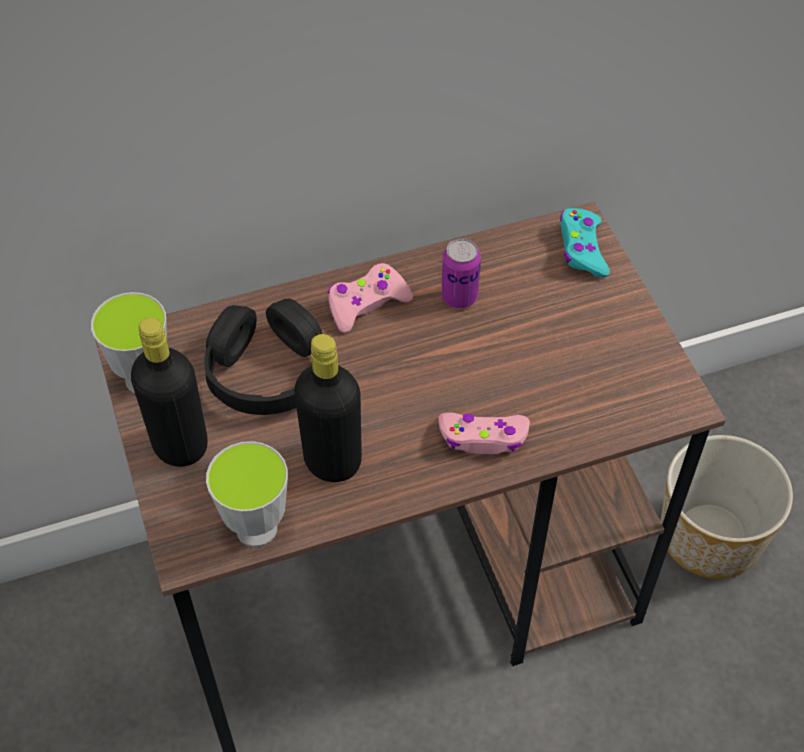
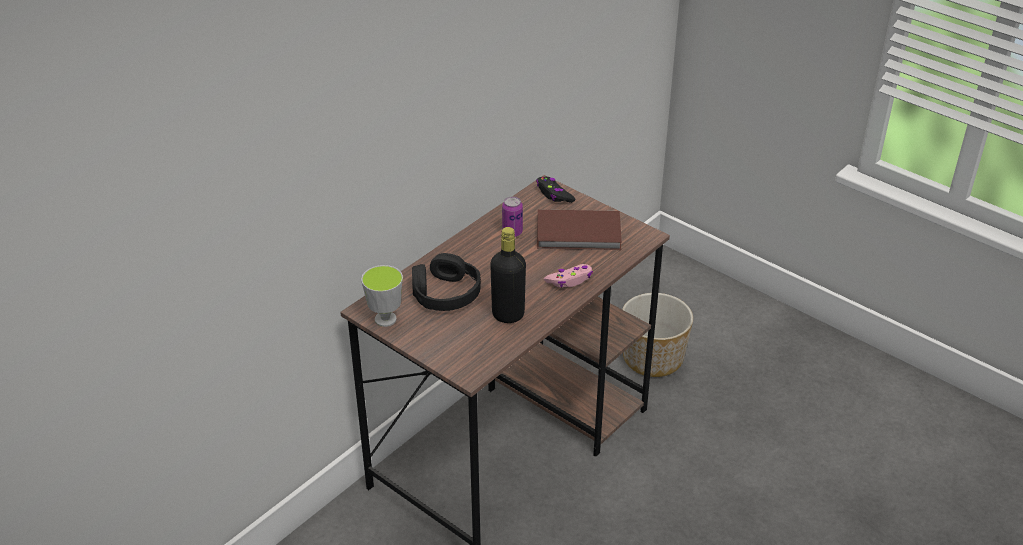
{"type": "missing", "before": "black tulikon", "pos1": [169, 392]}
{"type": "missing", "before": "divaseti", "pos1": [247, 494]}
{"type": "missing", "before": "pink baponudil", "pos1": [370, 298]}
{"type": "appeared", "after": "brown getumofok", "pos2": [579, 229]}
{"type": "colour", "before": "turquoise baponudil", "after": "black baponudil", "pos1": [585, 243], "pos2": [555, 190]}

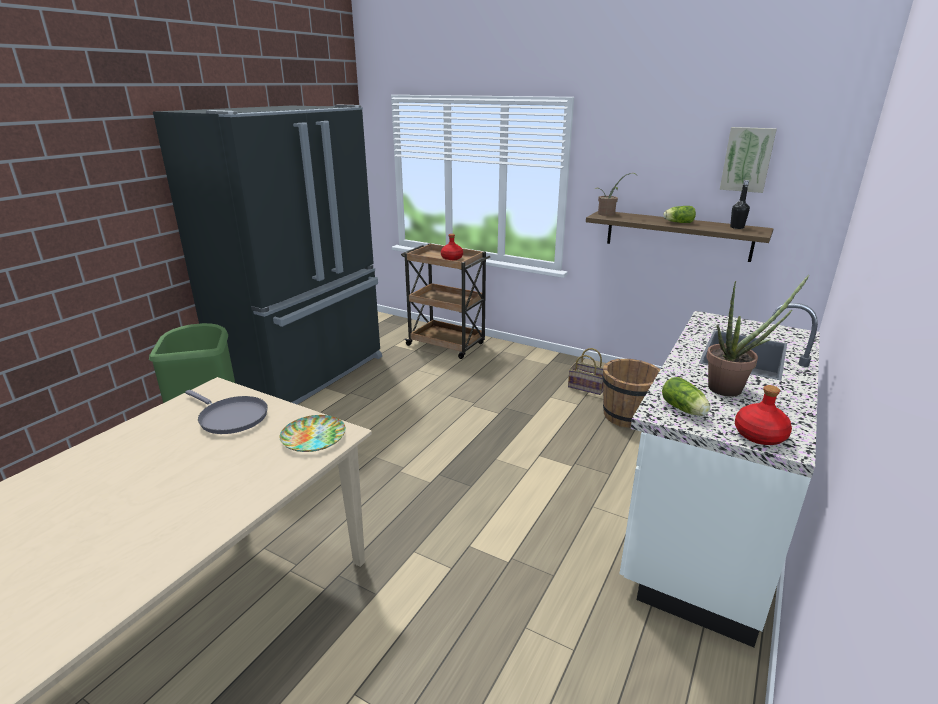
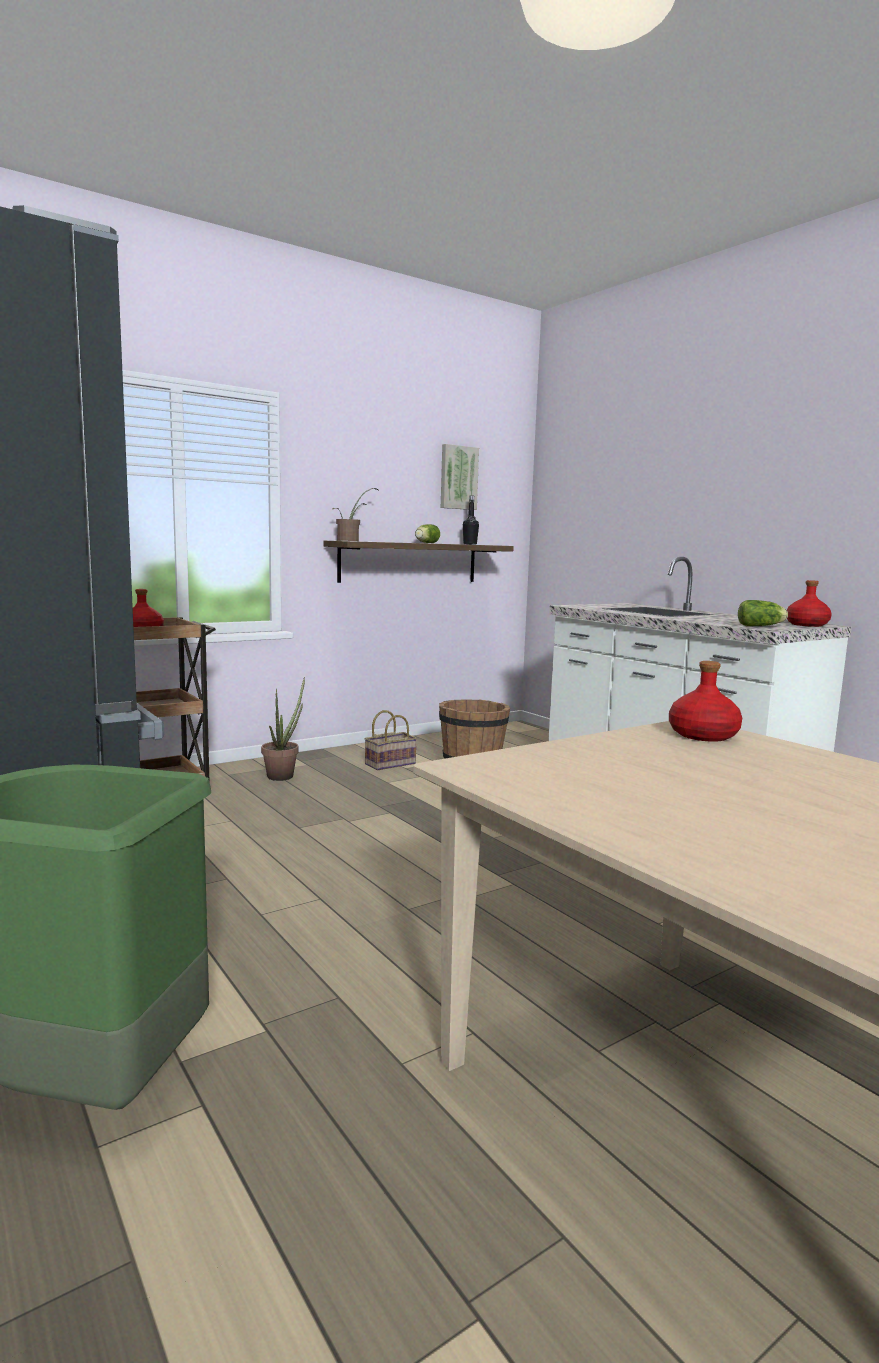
{"type": "missing", "before": "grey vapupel", "pos1": [226, 412]}
{"type": "relocated", "before": "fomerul", "pos1": [757, 336], "pos2": [283, 729]}
{"type": "exchanged", "before": "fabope", "after": "red tulikon", "pos1": [313, 433], "pos2": [705, 701]}

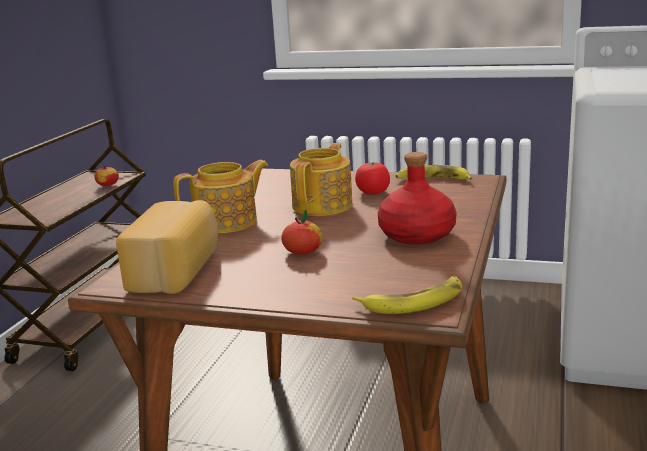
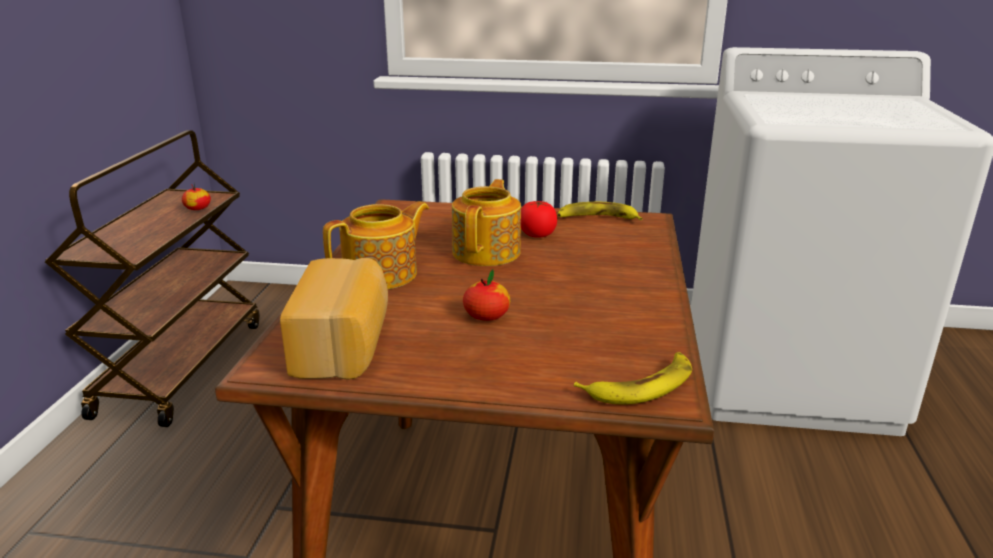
{"type": "missing", "before": "red tulikon", "pos1": [417, 198]}

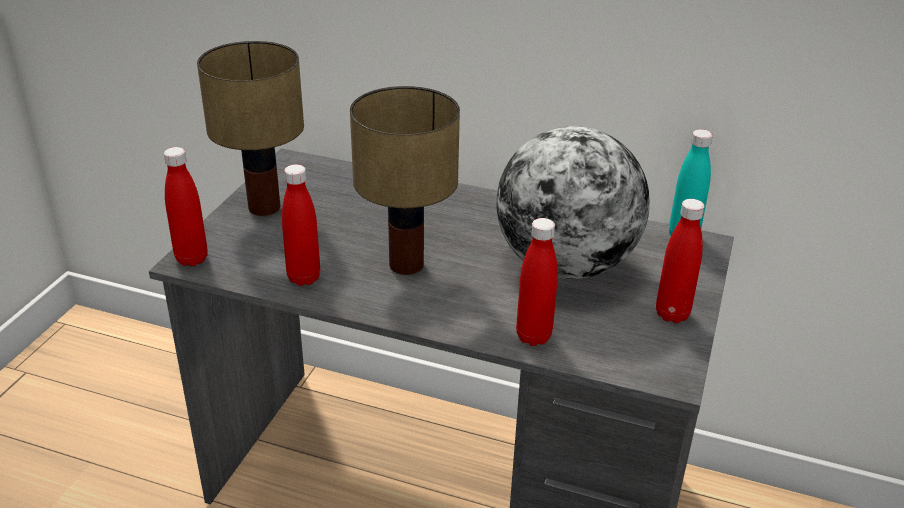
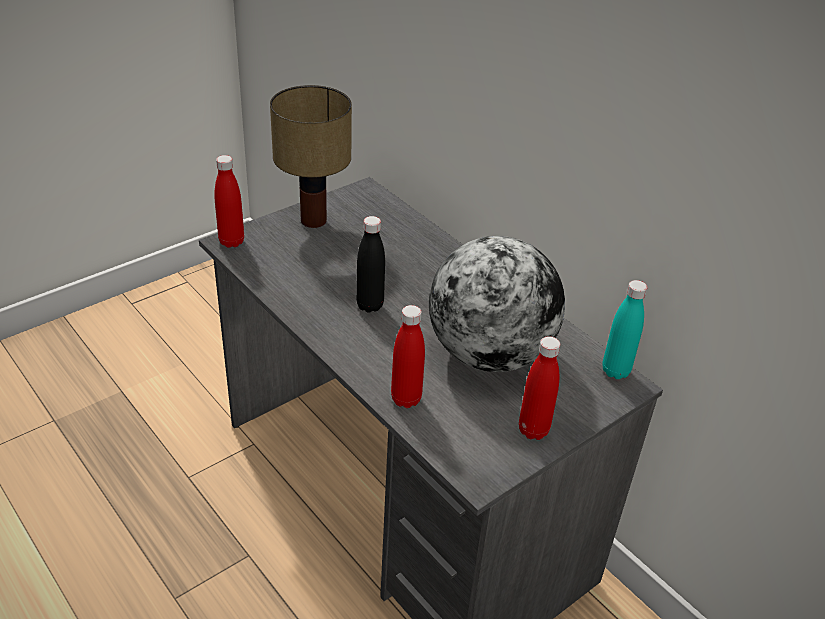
{"type": "missing", "before": "red tulikon", "pos1": [301, 225]}
{"type": "exchanged", "before": "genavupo", "after": "black tulikon", "pos1": [405, 180], "pos2": [370, 264]}

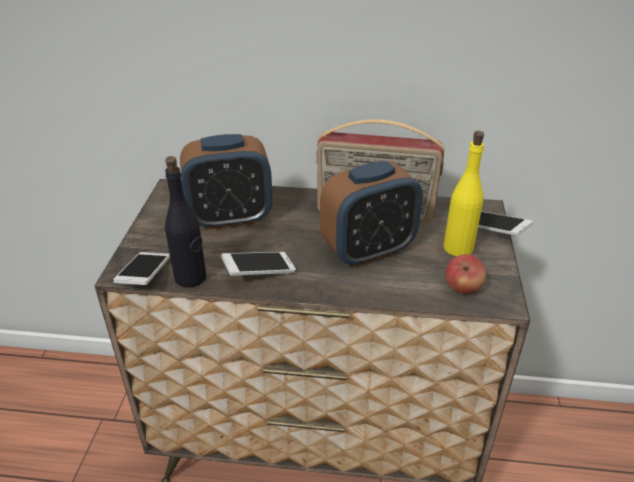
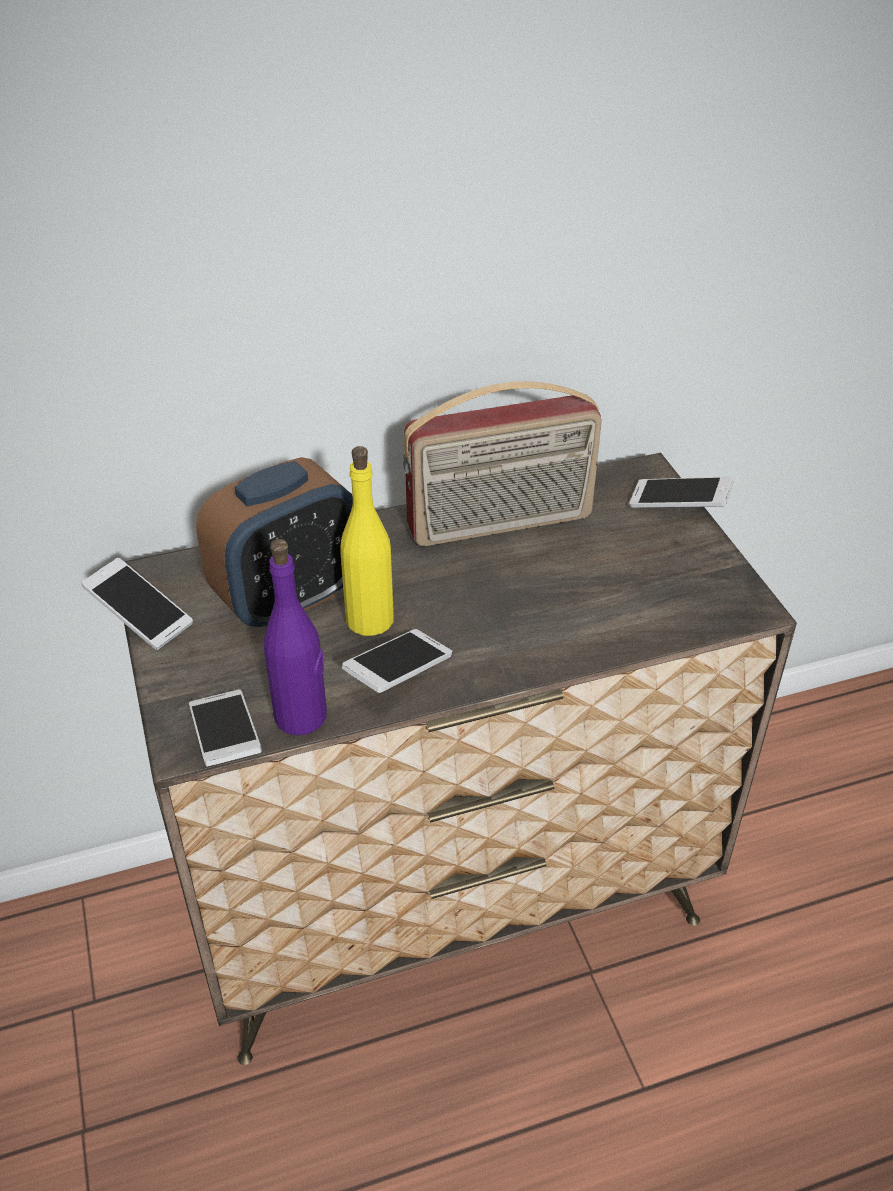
{"type": "missing", "before": "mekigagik", "pos1": [371, 214]}
{"type": "missing", "before": "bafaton", "pos1": [465, 274]}
{"type": "appeared", "after": "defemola", "pos2": [137, 604]}
{"type": "relocated", "before": "yellow tulikon", "pos1": [464, 193], "pos2": [367, 541]}
{"type": "colour", "before": "black tulikon", "after": "purple tulikon", "pos1": [185, 222], "pos2": [295, 637]}

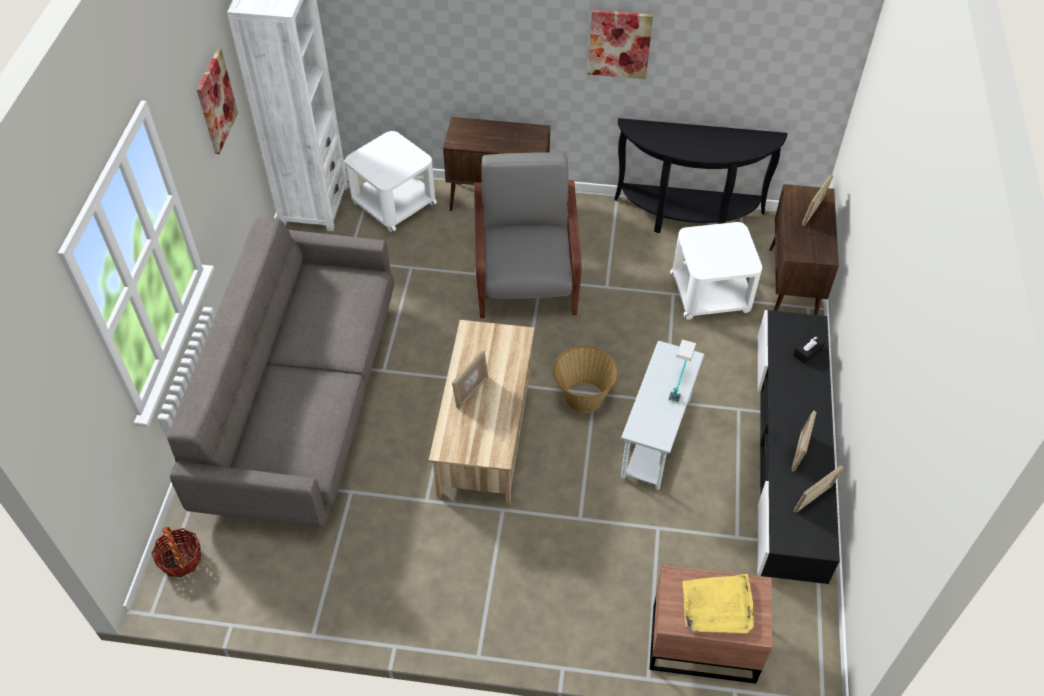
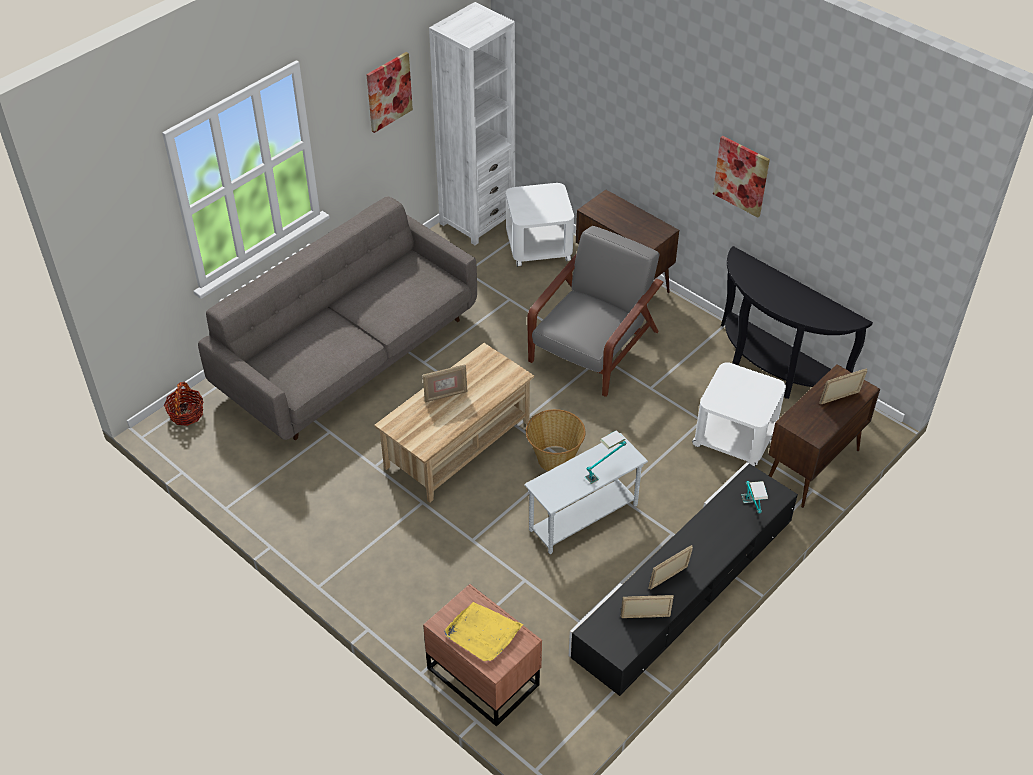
{"type": "exchanged", "before": "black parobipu", "after": "genavupo", "pos1": [809, 349], "pos2": [754, 497]}

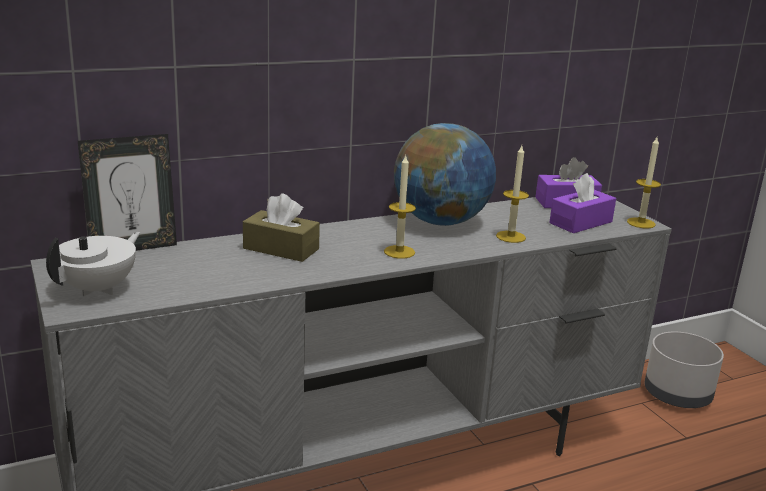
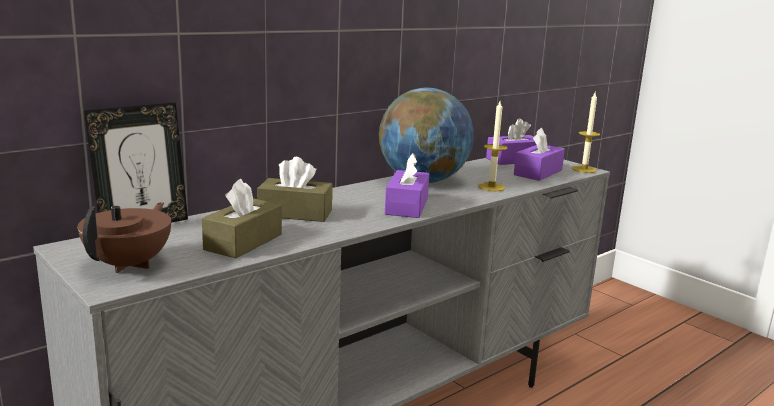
{"type": "missing", "before": "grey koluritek", "pos1": [684, 370]}
{"type": "appeared", "after": "brown parobipu", "pos2": [242, 218]}
{"type": "exchanged", "before": "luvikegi", "after": "purple parobipu", "pos1": [400, 207], "pos2": [407, 185]}
{"type": "colour", "before": "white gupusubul", "after": "brown gupusubul", "pos1": [93, 264], "pos2": [124, 237]}

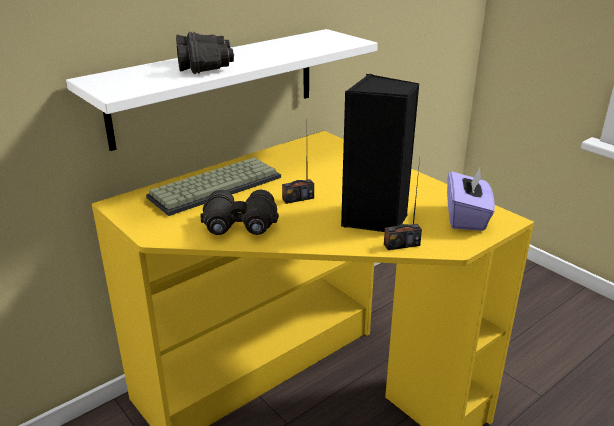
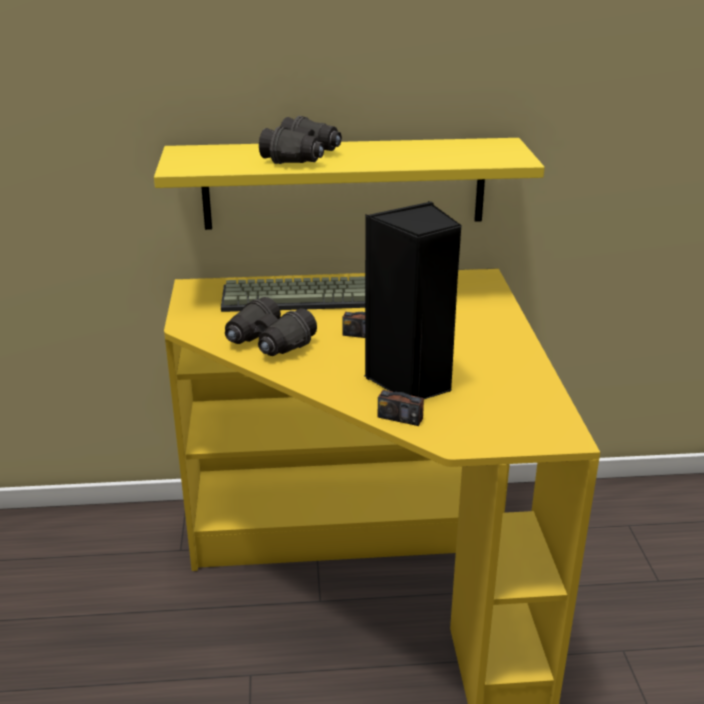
{"type": "missing", "before": "purple parobipu", "pos1": [471, 198]}
{"type": "colour", "before": "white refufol", "after": "yellow refufol", "pos1": [222, 90], "pos2": [349, 184]}

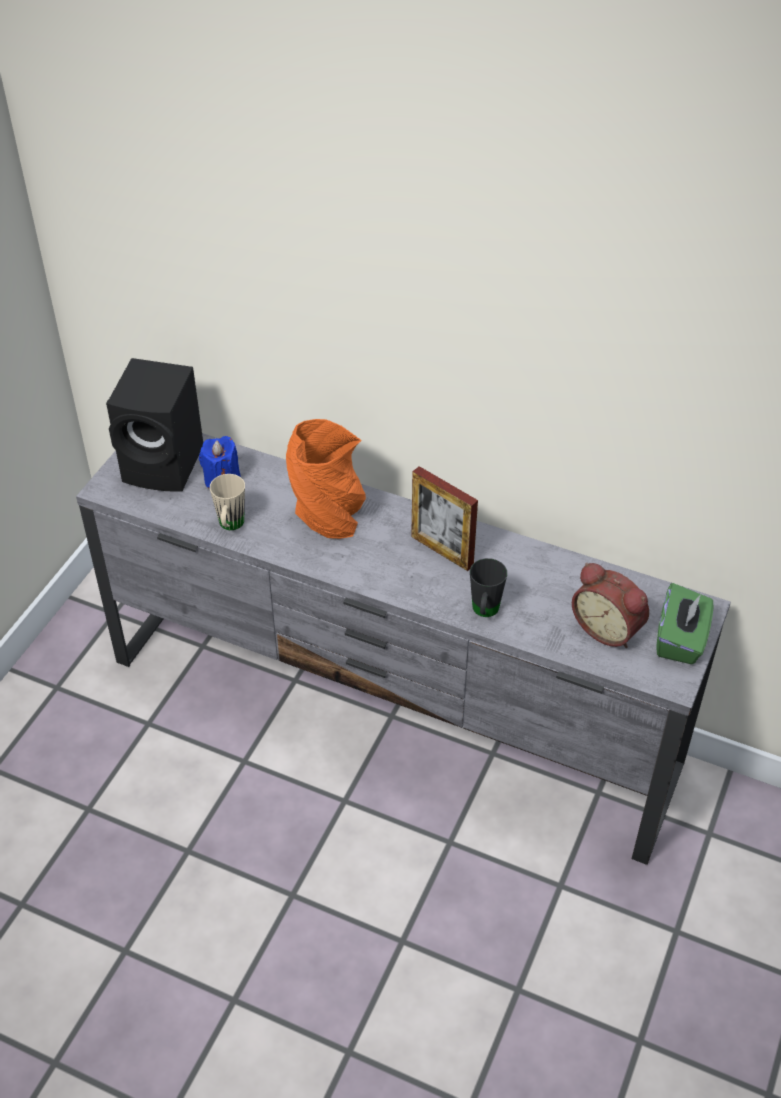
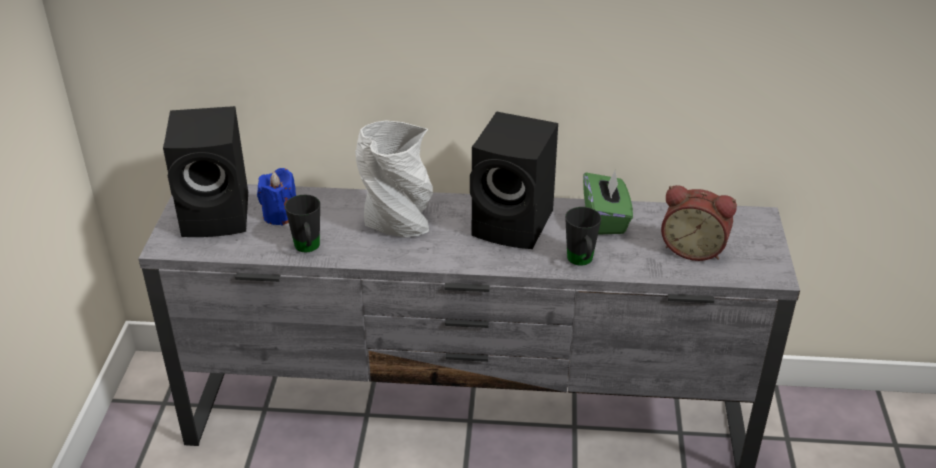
{"type": "relocated", "before": "green parobipu", "pos1": [684, 623], "pos2": [608, 201]}
{"type": "exchanged", "before": "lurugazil", "after": "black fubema", "pos1": [444, 518], "pos2": [514, 180]}
{"type": "colour", "before": "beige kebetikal", "after": "black kebetikal", "pos1": [227, 502], "pos2": [302, 223]}
{"type": "colour", "before": "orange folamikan", "after": "grey folamikan", "pos1": [326, 479], "pos2": [394, 179]}

